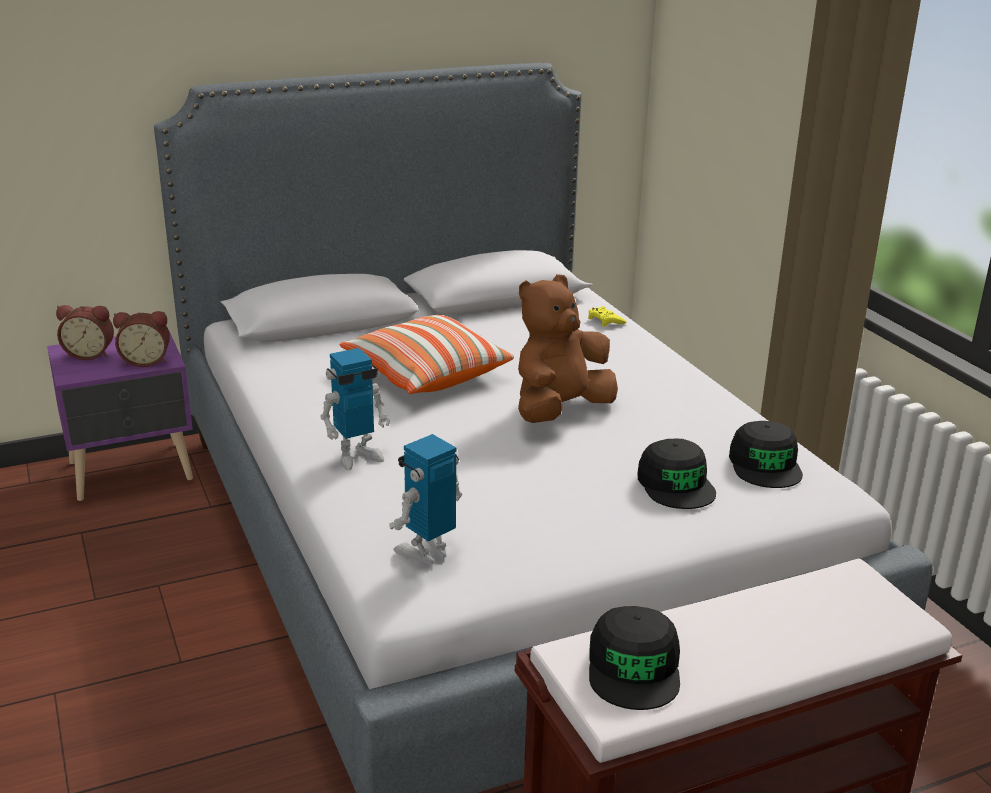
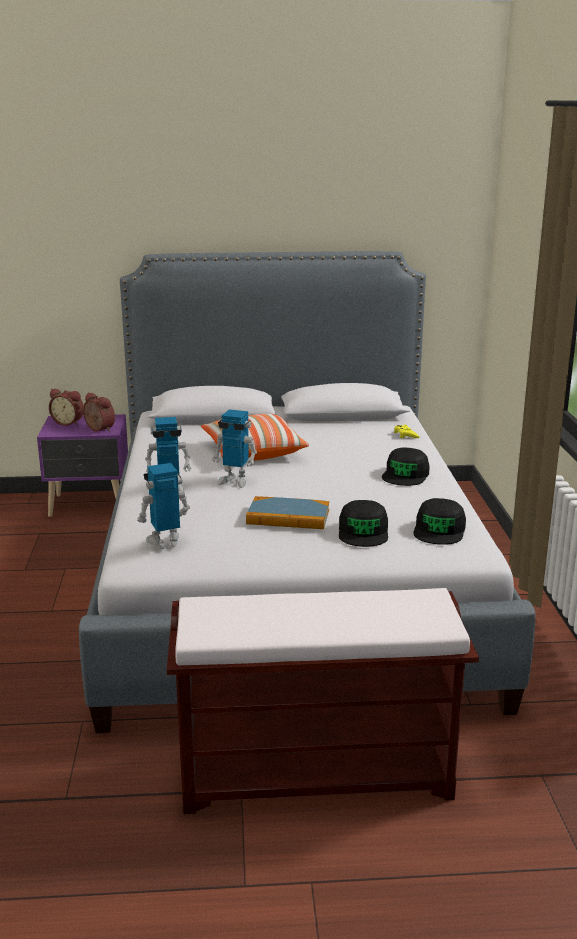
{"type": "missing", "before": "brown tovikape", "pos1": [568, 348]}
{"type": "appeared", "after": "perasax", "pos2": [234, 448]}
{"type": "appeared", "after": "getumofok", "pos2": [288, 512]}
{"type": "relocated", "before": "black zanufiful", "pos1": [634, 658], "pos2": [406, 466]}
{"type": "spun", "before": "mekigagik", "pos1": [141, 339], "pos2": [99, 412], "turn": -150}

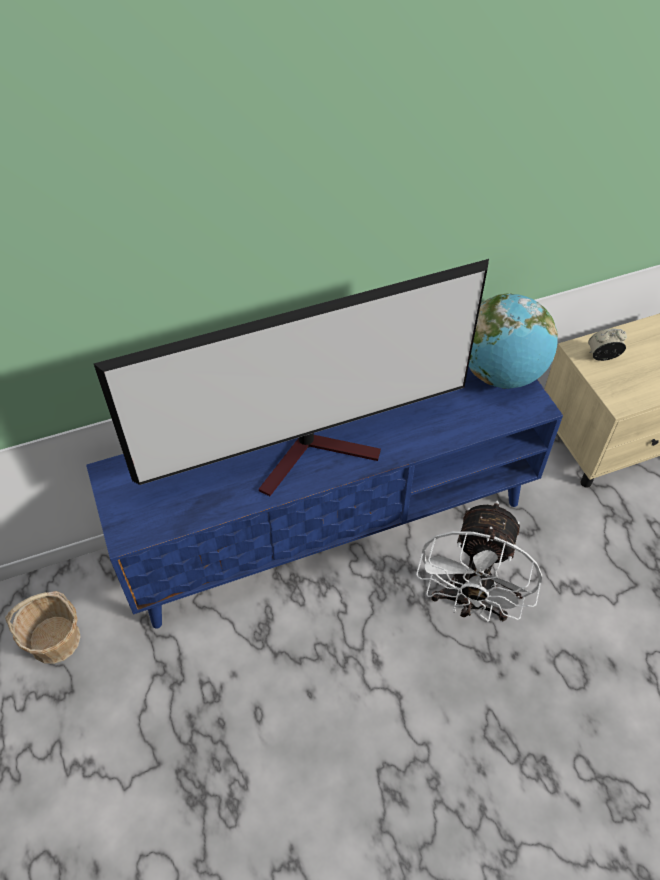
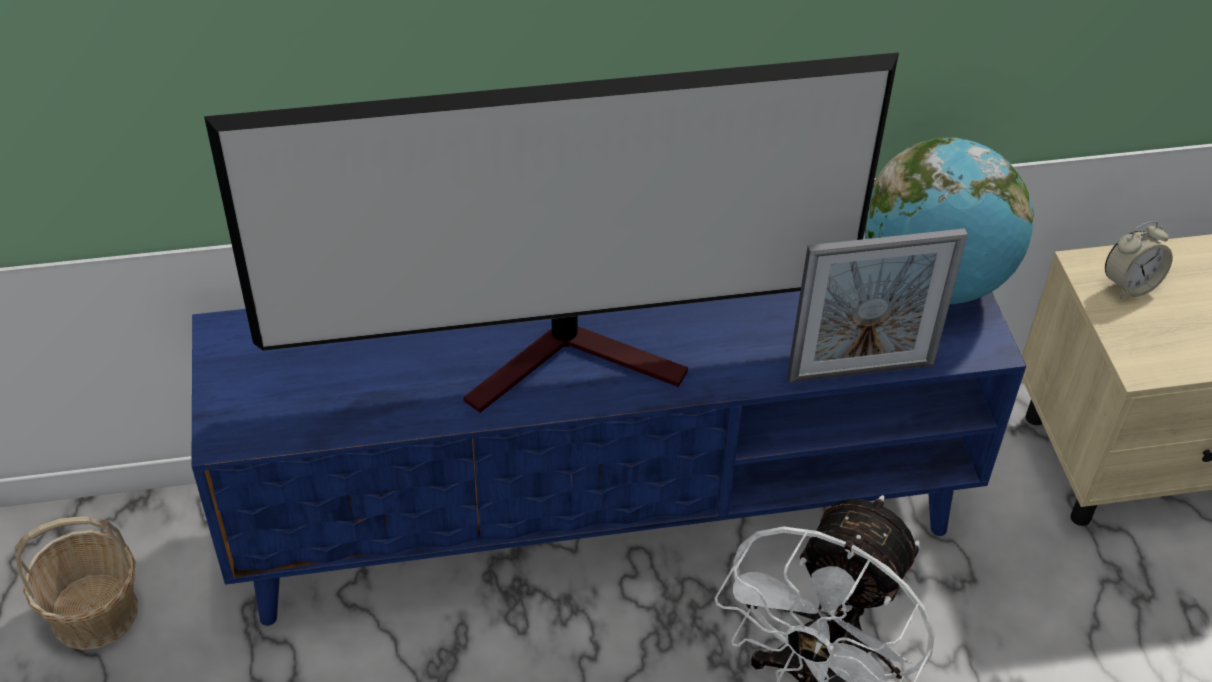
{"type": "appeared", "after": "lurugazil", "pos2": [877, 305]}
{"type": "spun", "before": "mekigagik", "pos1": [607, 344], "pos2": [1139, 259], "turn": 150}

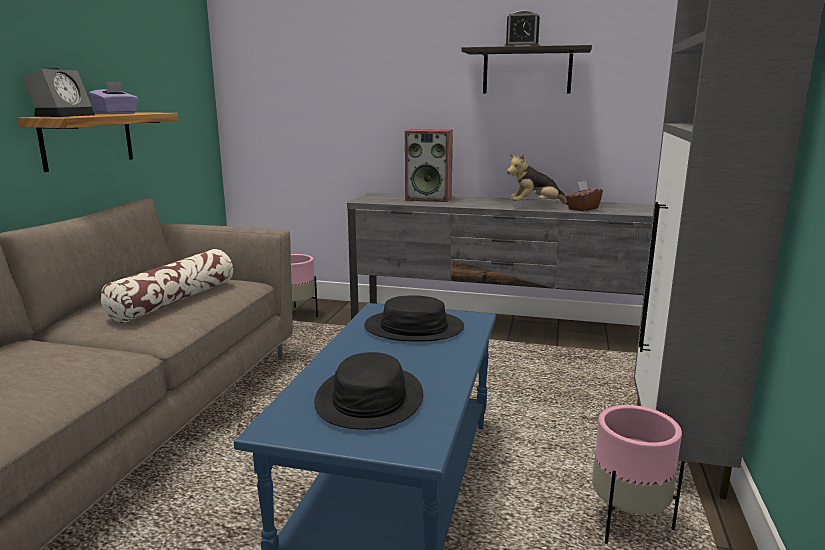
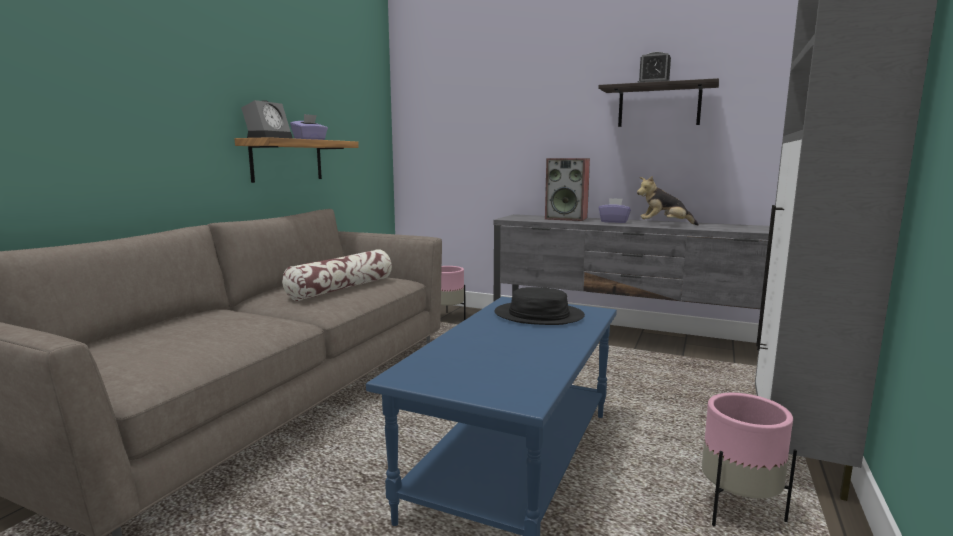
{"type": "missing", "before": "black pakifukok", "pos1": [368, 391]}
{"type": "missing", "before": "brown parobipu", "pos1": [584, 196]}
{"type": "appeared", "after": "purple parobipu", "pos2": [615, 210]}

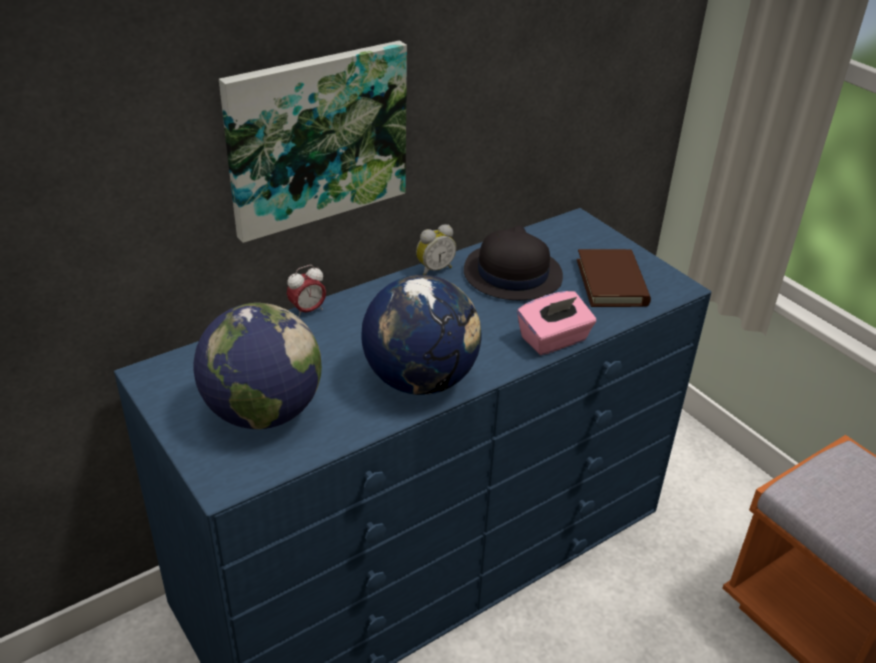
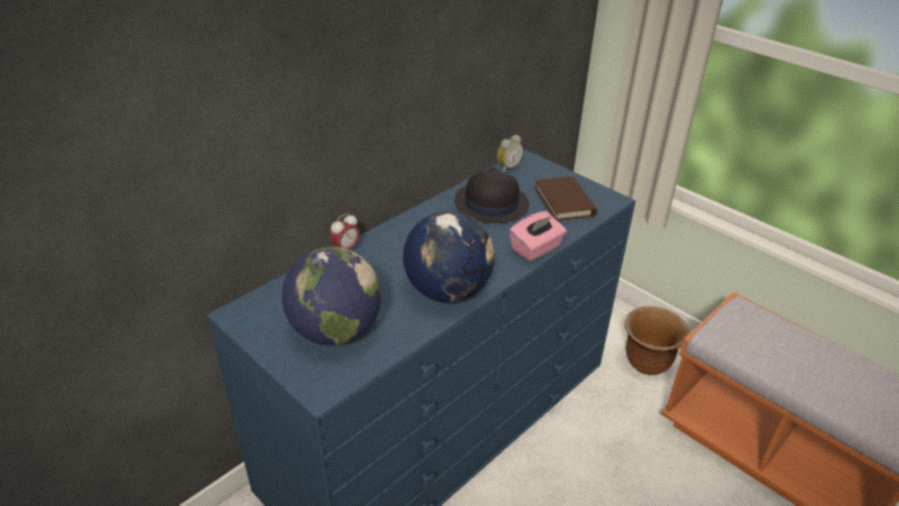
{"type": "missing", "before": "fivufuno", "pos1": [313, 142]}
{"type": "appeared", "after": "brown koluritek", "pos2": [657, 340]}
{"type": "relocated", "before": "mekigagik", "pos1": [436, 249], "pos2": [510, 154]}

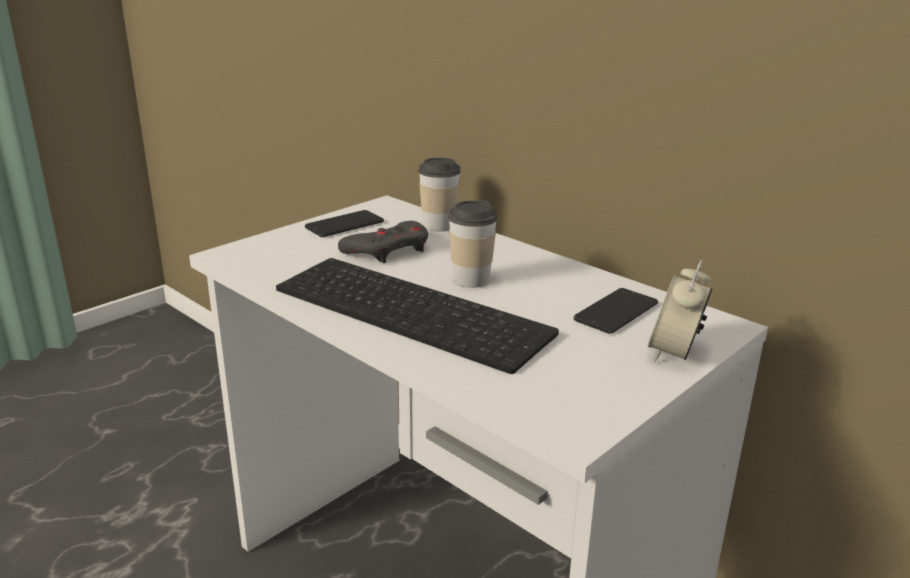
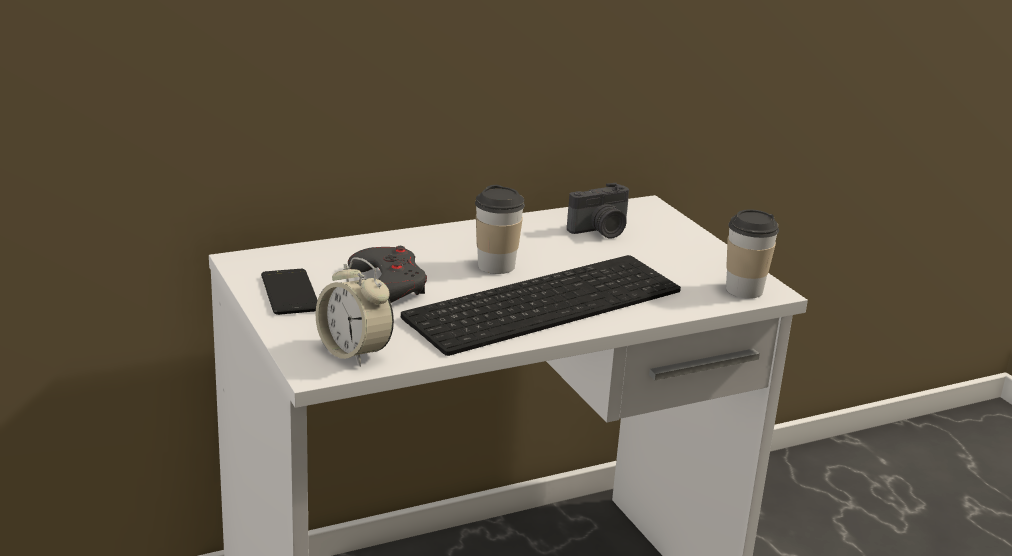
{"type": "relocated", "before": "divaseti", "pos1": [439, 195], "pos2": [752, 254]}
{"type": "relocated", "before": "mekigagik", "pos1": [680, 310], "pos2": [354, 312]}
{"type": "exchanged", "before": "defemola", "after": "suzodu", "pos1": [616, 311], "pos2": [598, 211]}

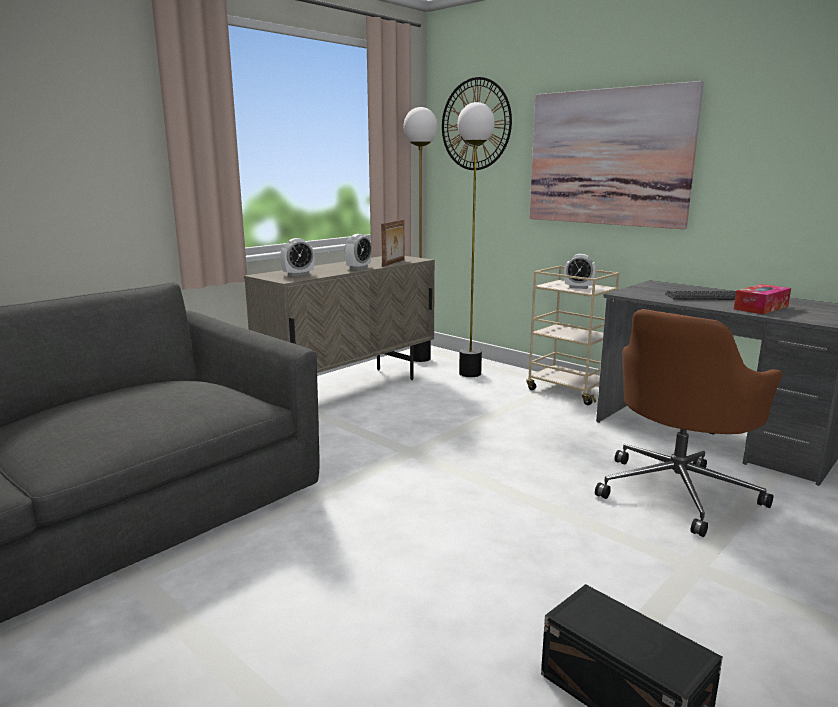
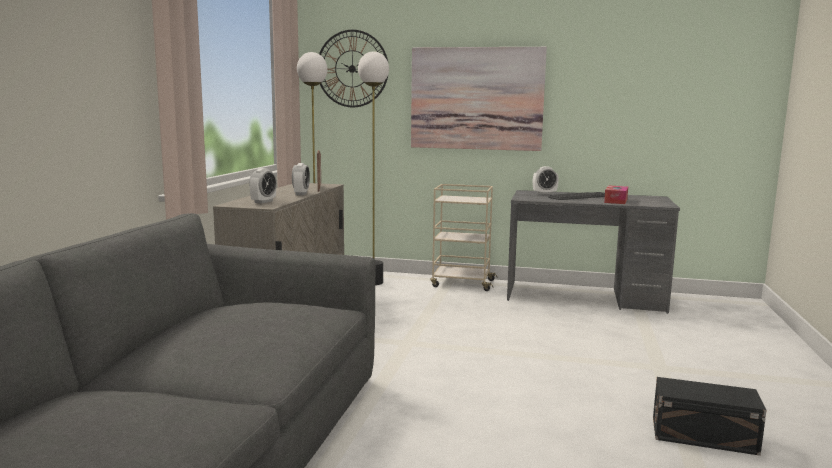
{"type": "missing", "before": "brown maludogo", "pos1": [689, 423]}
{"type": "relocated", "before": "mekigagik", "pos1": [580, 271], "pos2": [546, 180]}

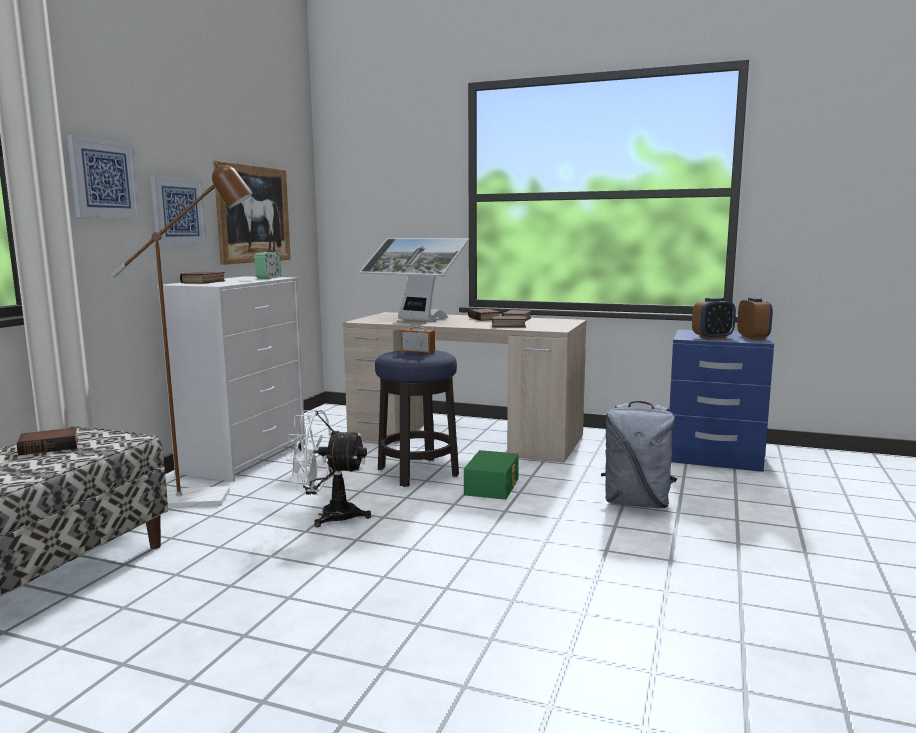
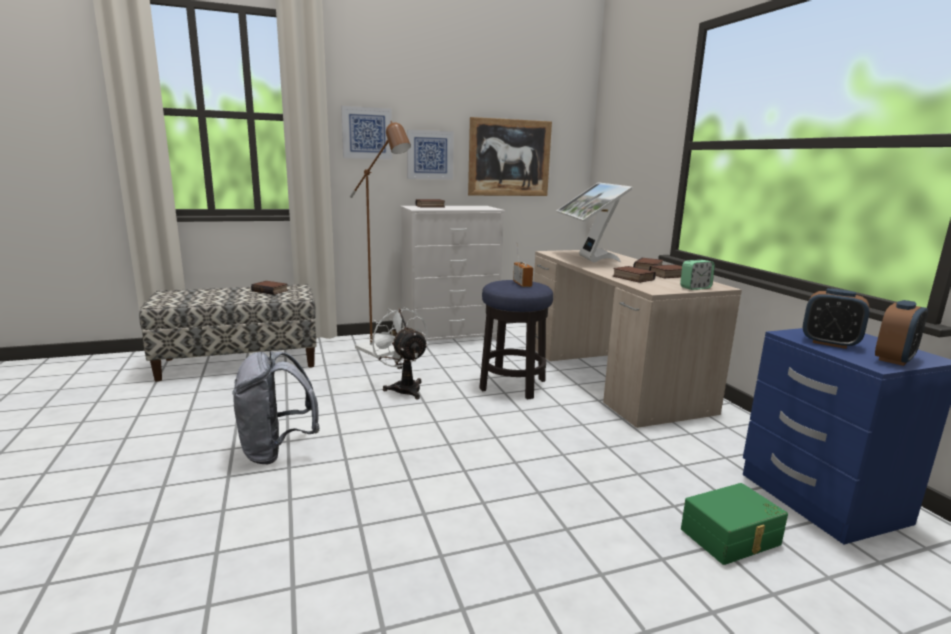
{"type": "relocated", "before": "mekigagik", "pos1": [267, 265], "pos2": [697, 275]}
{"type": "relocated", "before": "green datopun", "pos1": [491, 475], "pos2": [734, 524]}
{"type": "relocated", "before": "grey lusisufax", "pos1": [639, 454], "pos2": [276, 407]}

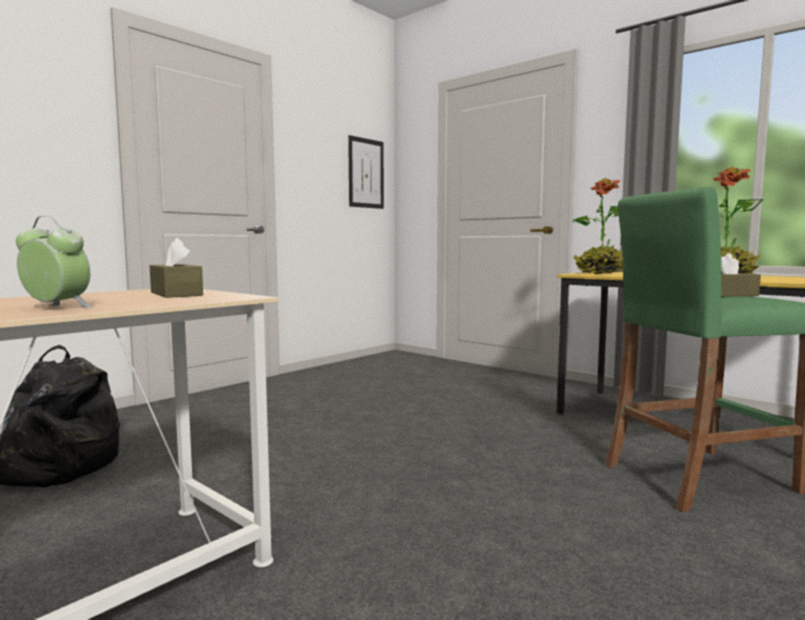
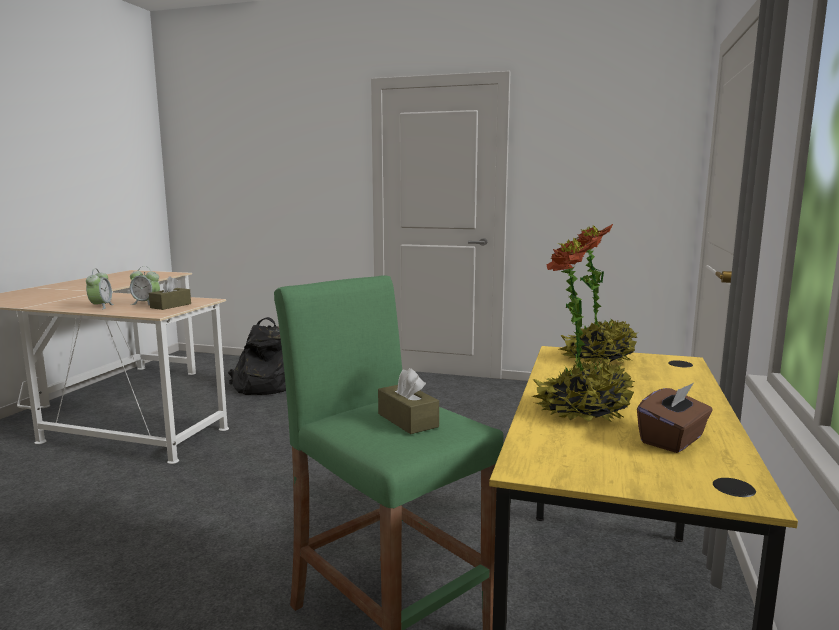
{"type": "missing", "before": "fivufuno", "pos1": [366, 172]}
{"type": "appeared", "after": "mekigagik", "pos2": [145, 286]}
{"type": "appeared", "after": "brown parobipu", "pos2": [675, 418]}

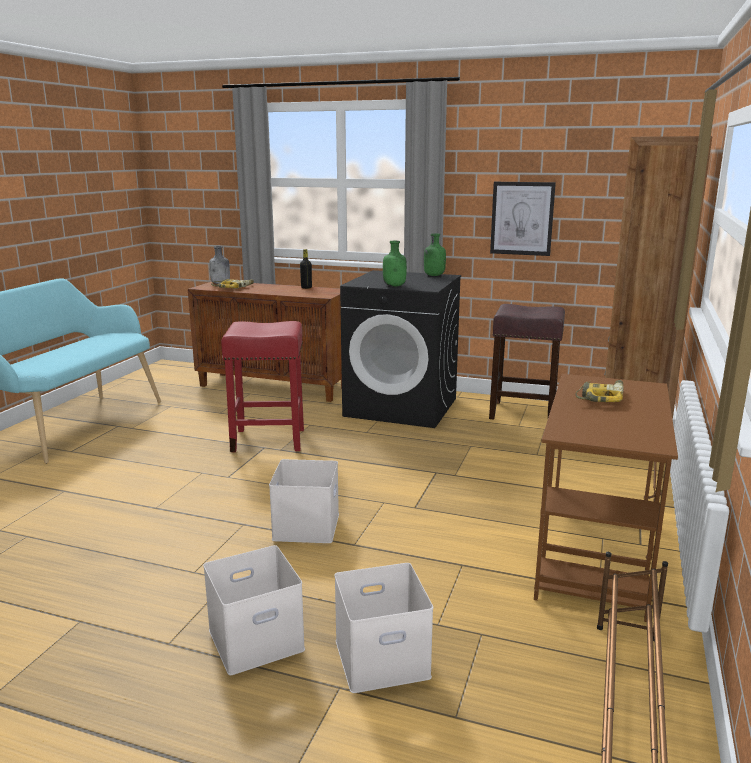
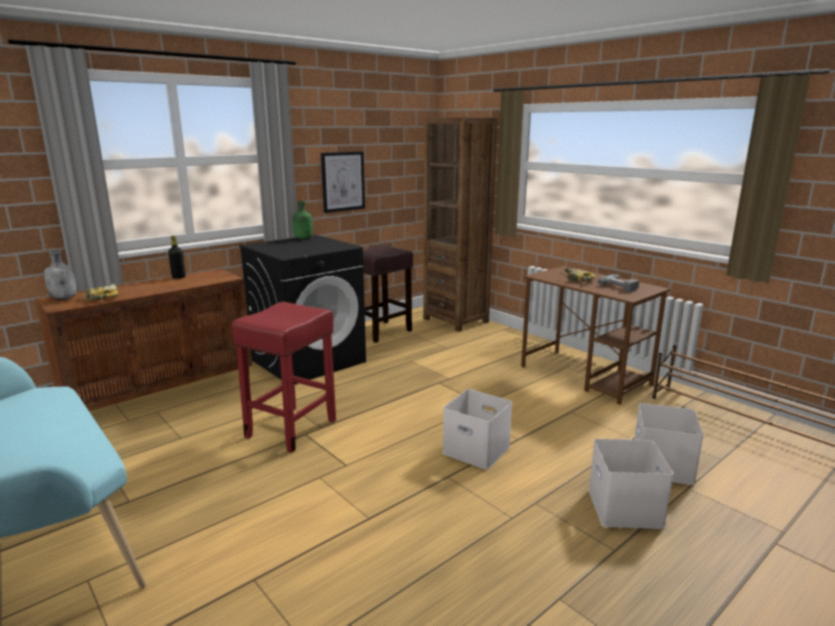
{"type": "missing", "before": "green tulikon", "pos1": [395, 264]}
{"type": "appeared", "after": "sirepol", "pos2": [618, 283]}

